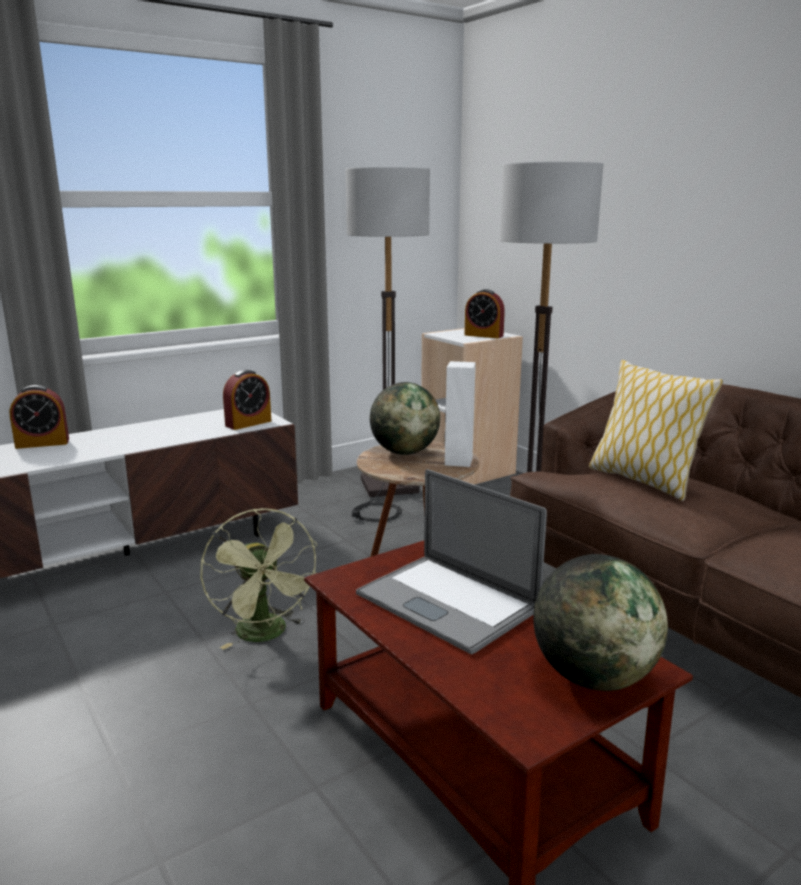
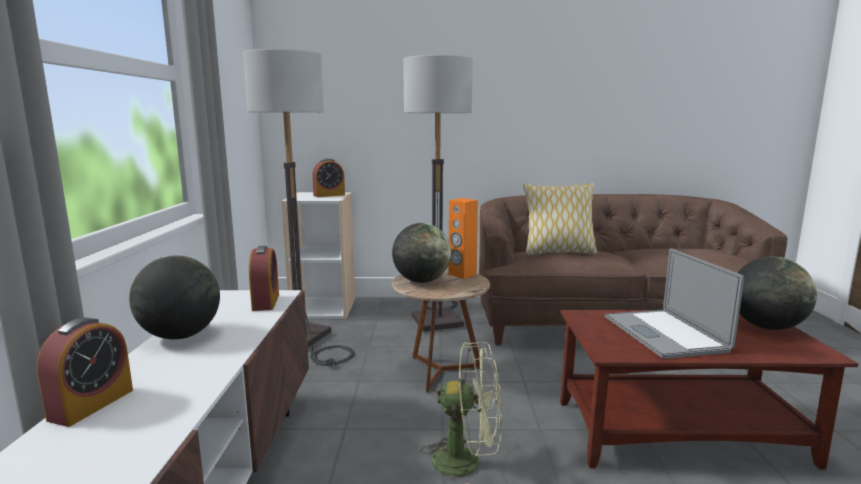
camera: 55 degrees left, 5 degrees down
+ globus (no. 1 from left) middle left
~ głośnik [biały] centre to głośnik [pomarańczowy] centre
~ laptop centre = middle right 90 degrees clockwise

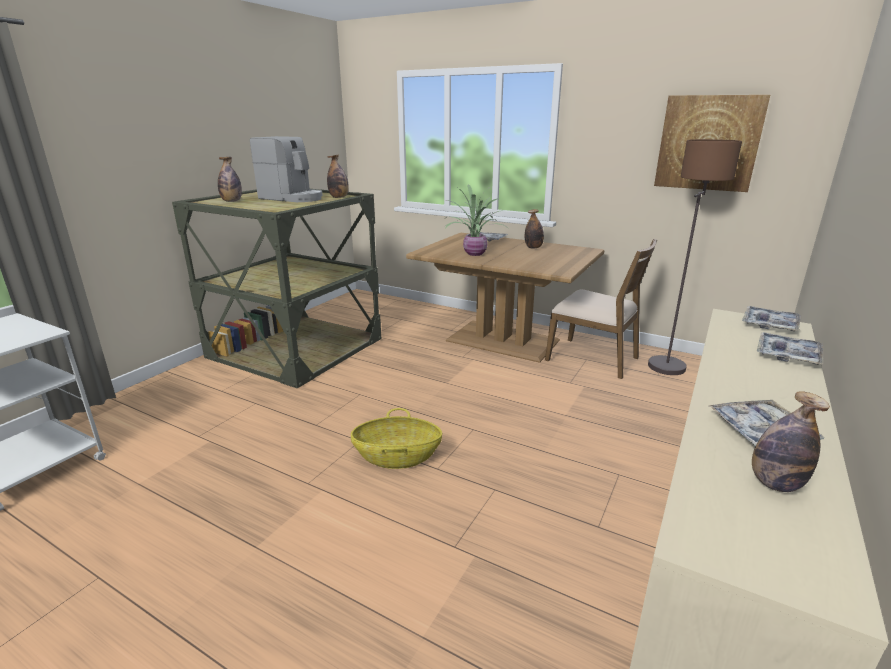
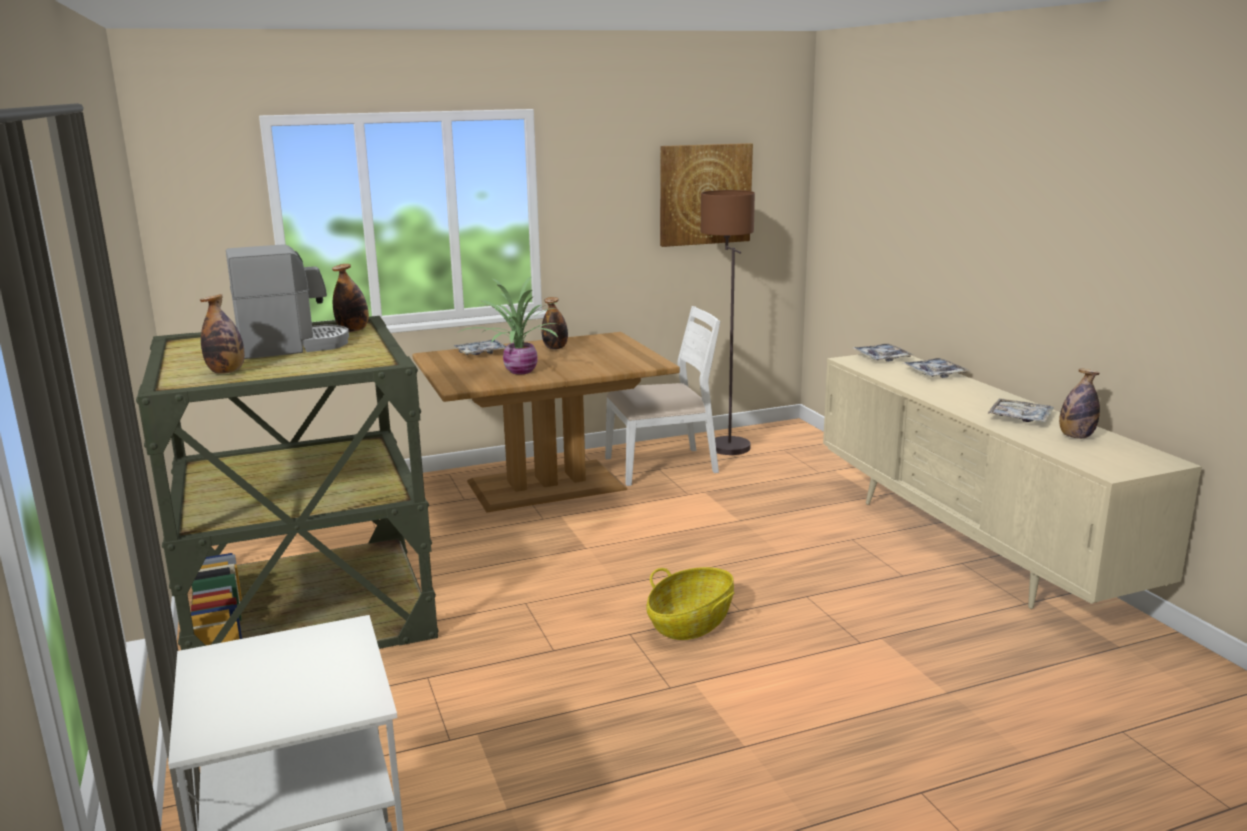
camera: 50 degrees left, 5 degrees down
~ krzesło [brązowy] middle right to krzesło [biały] centre

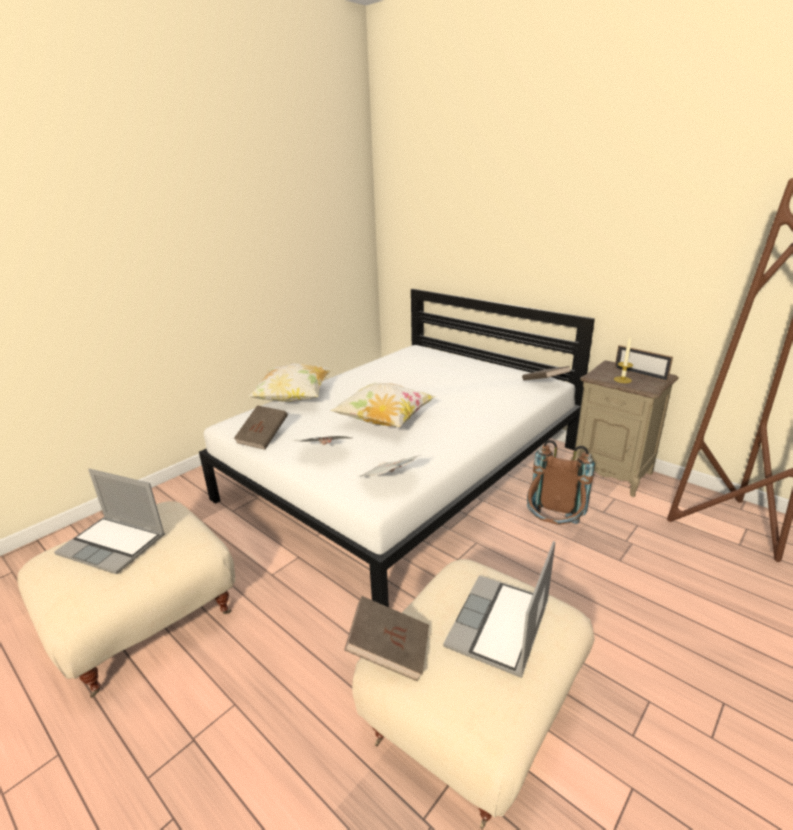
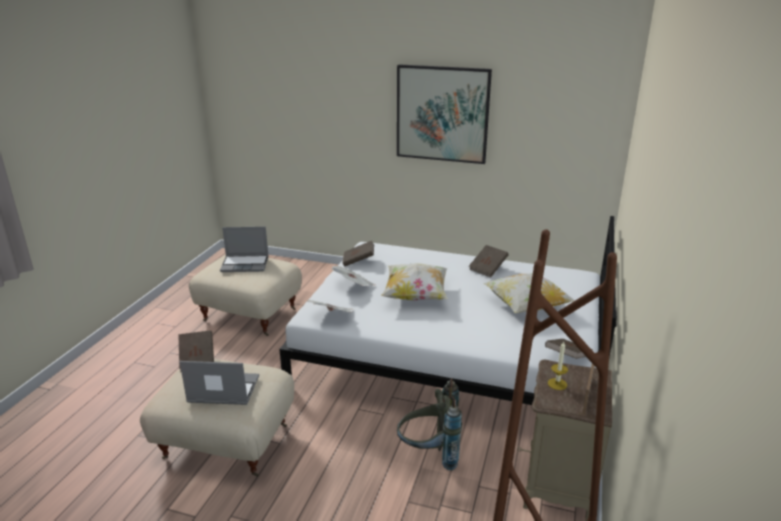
camera: 65 degrees right, 0 degrees up
+ obraz top centre
+ książka [brązowy] (no. 3 from left) centre
~ poduszka (no. 1 from left in the first image) centre to poduszka (no. 2 from left) middle right
~ plecak [brązowy] middle right to plecak [szary] bottom centre
~ laptop (no. 1 from left in the first image) middle left = middle left 90 degrees counterclockwise

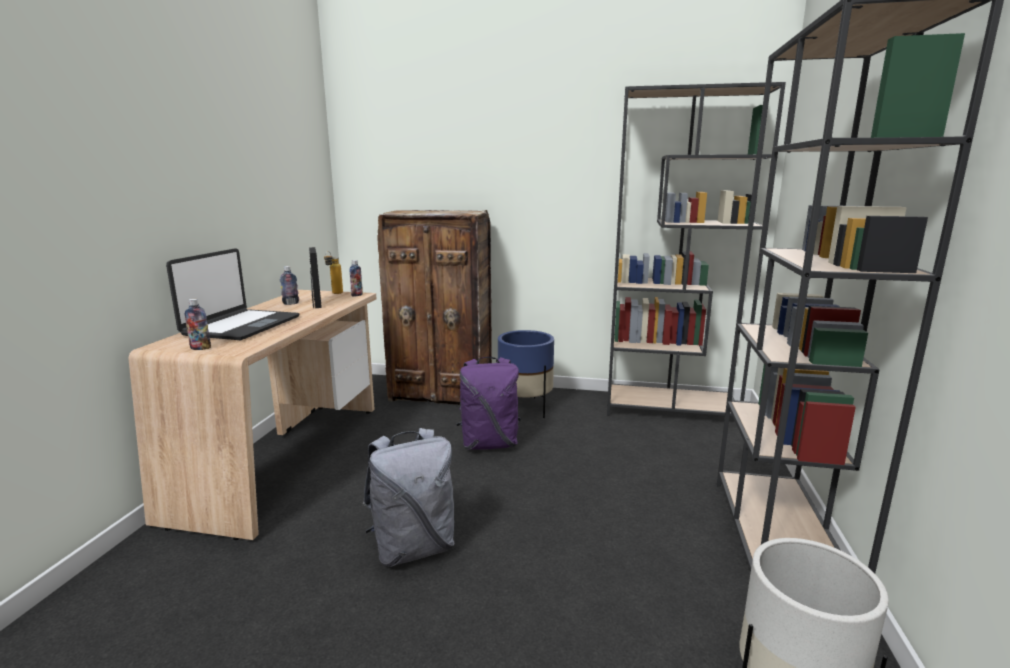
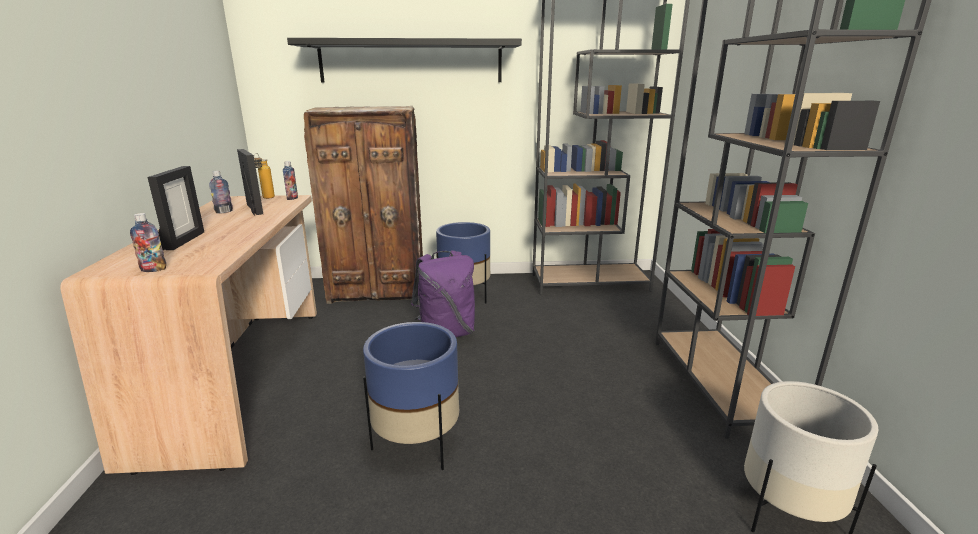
camera: 15 degrees left, 5 degrees up
+ półka [czarny] top centre
~ laptop middle left to ramka na zdjęcie (no. 1 from left) middle left
~ plecak [szary] bottom centre to donica [niebieski] (no. 1 from left) bottom centre

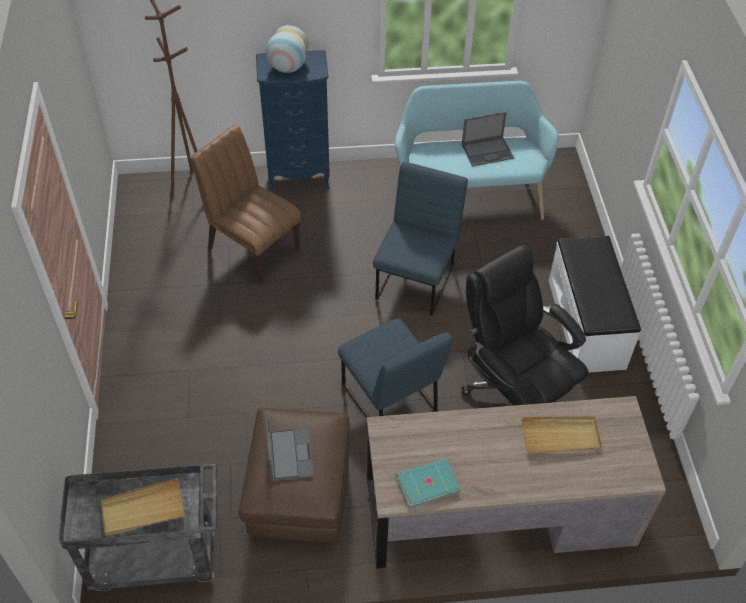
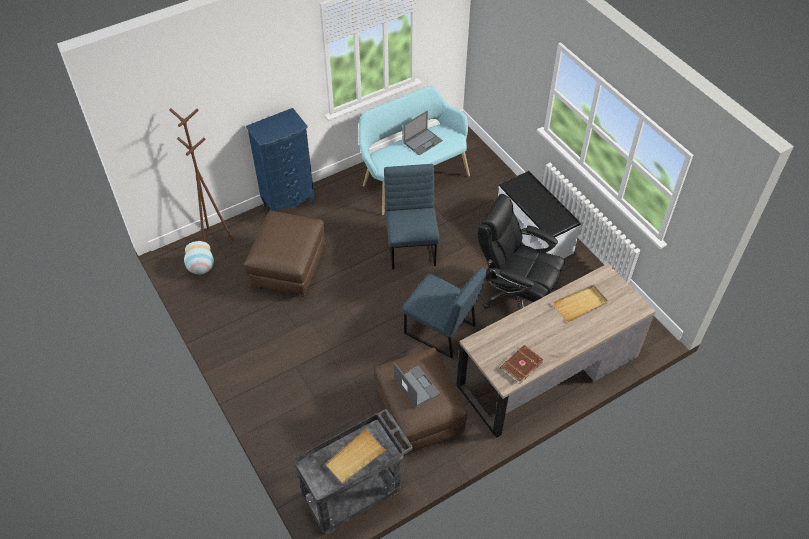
camera: 25 degrees left, 0 degrees up
~ wazon top centre to middle left
~ krzesło [brązowy] middle left to pufa [brązowy] (no. 1 from left) centre
~ książka [turkusowy] bottom centre to książka [brązowy] bottom centre

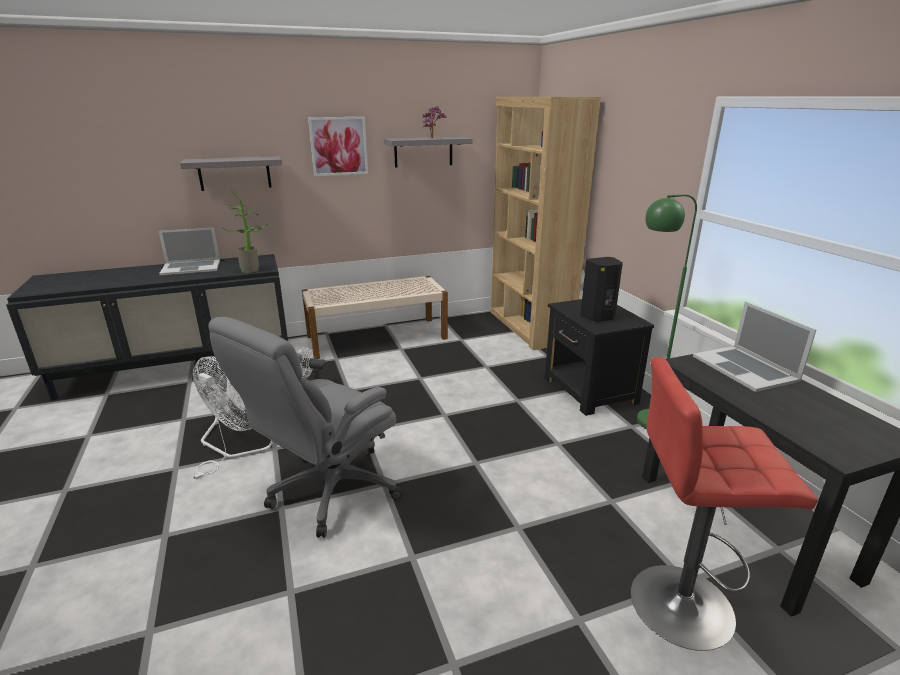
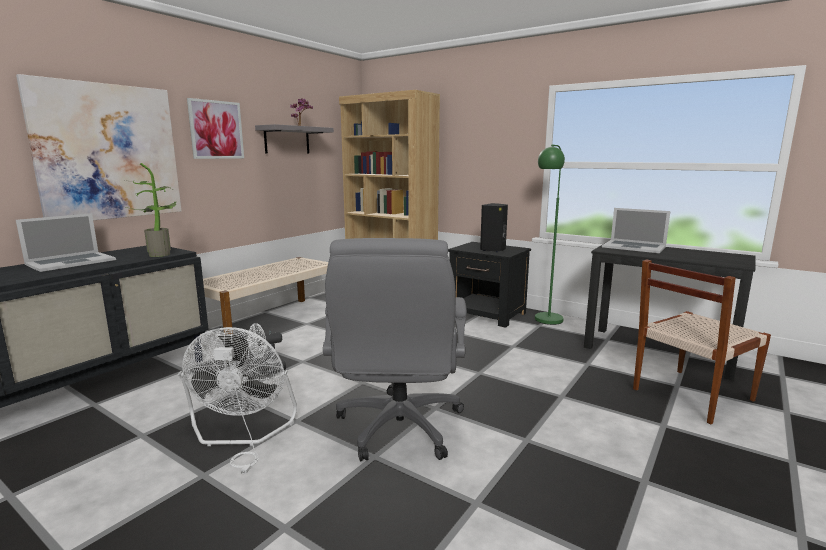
camera: 35 degrees left, 10 degrees down
~ półka [szary] (no. 1 from left) top left to obraz (no. 1 from left) top left
~ stołek [czerwony] bottom right to krzesło middle right

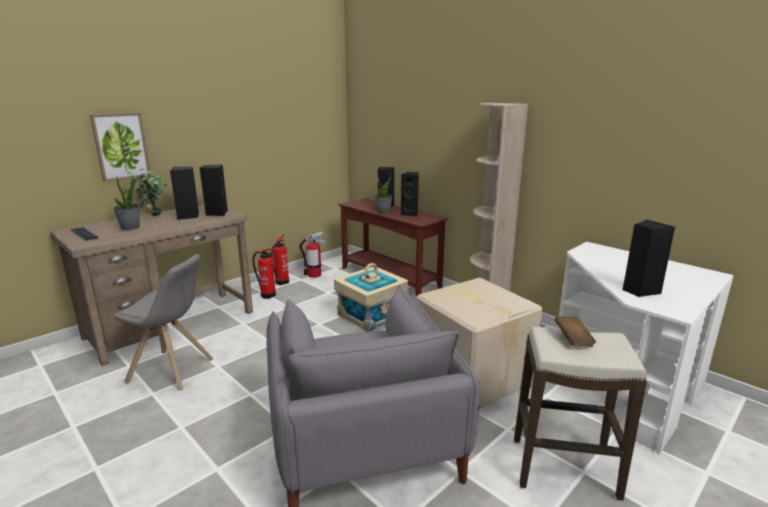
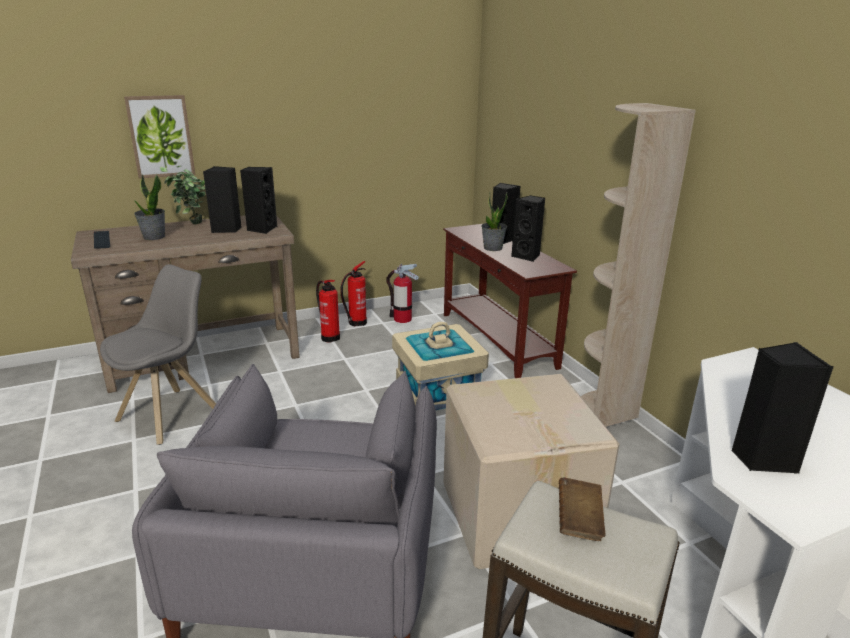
camera: 20 degrees right, 5 degrees up
~ krzesło [szary] middle left = middle left 90 degrees counterclockwise

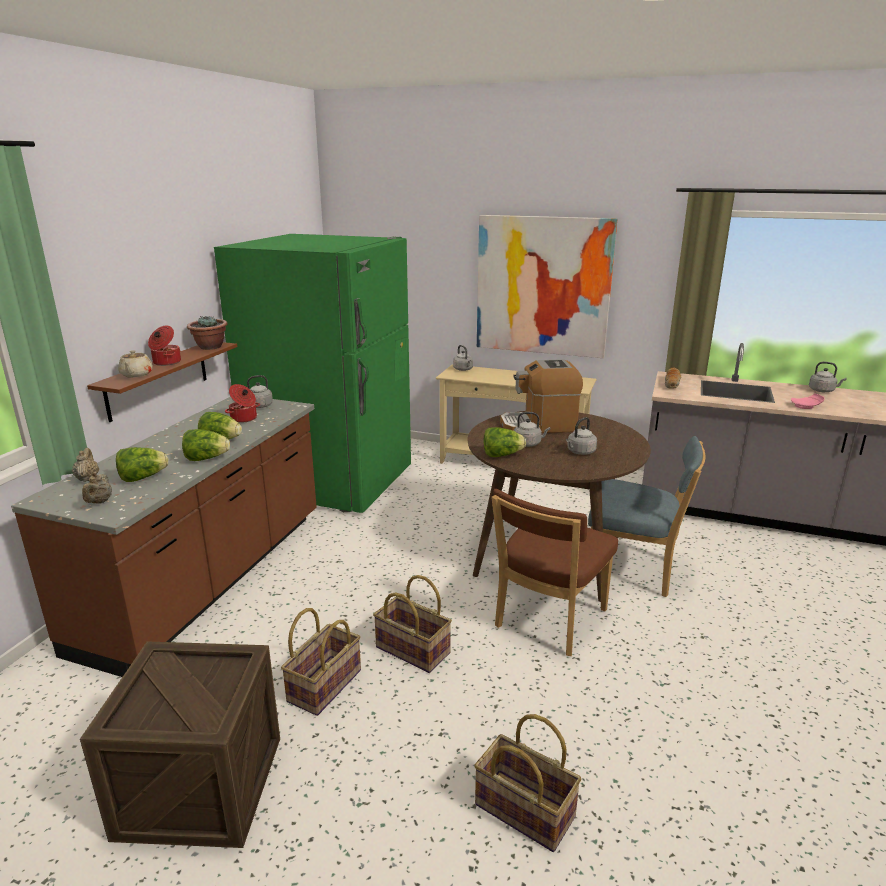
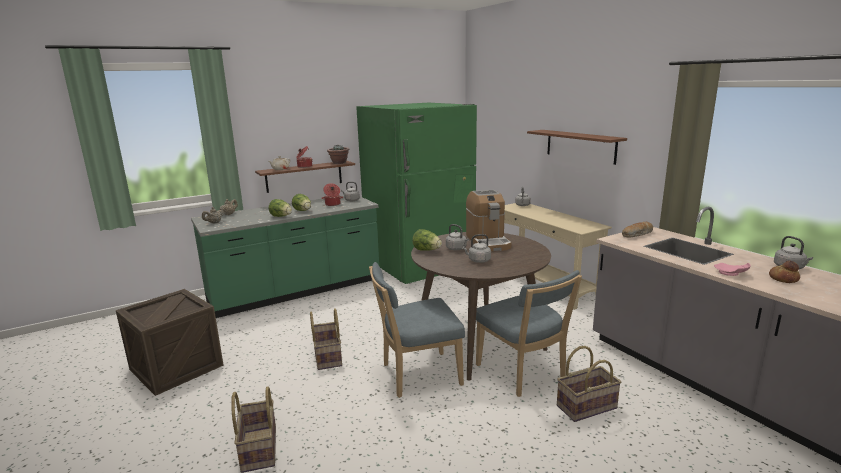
camera: 40 degrees right, 5 degrees down
- sałata (no. 1 from left) middle left
+ chleb (no. 2 from left) middle right
~ koszyk (no. 1 from left in the first image) bottom centre to koszyk (no. 3 from left) bottom right
~ obraz top centre to półka [brązowy] (no. 2 from left) top right
~ zabudowa kuchenna [brązowy] middle left to zabudowa kuchenna [zielony] centre
~ krzesło [brązowy] centre to krzesło [niebieski] (no. 1 from left) bottom centre
~ ekspres do kawy centre = centre 135 degrees counterclockwise

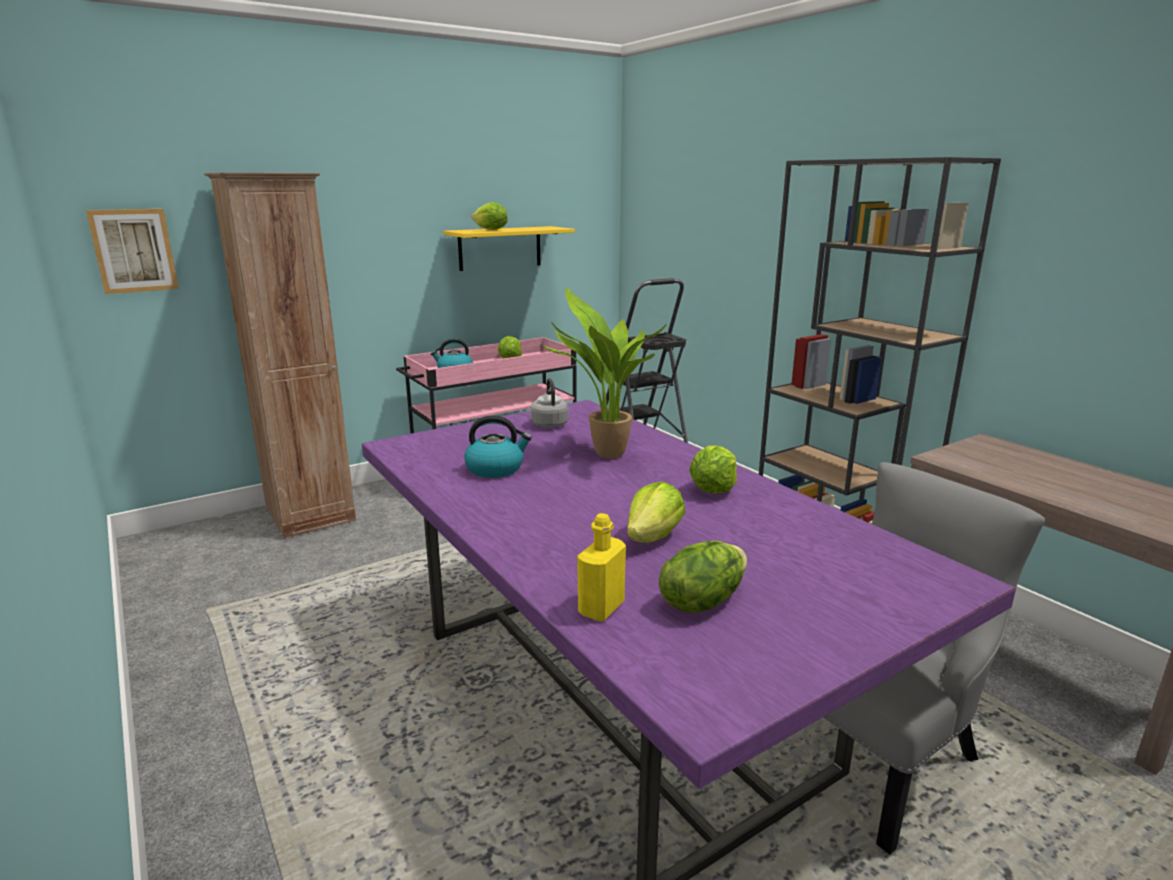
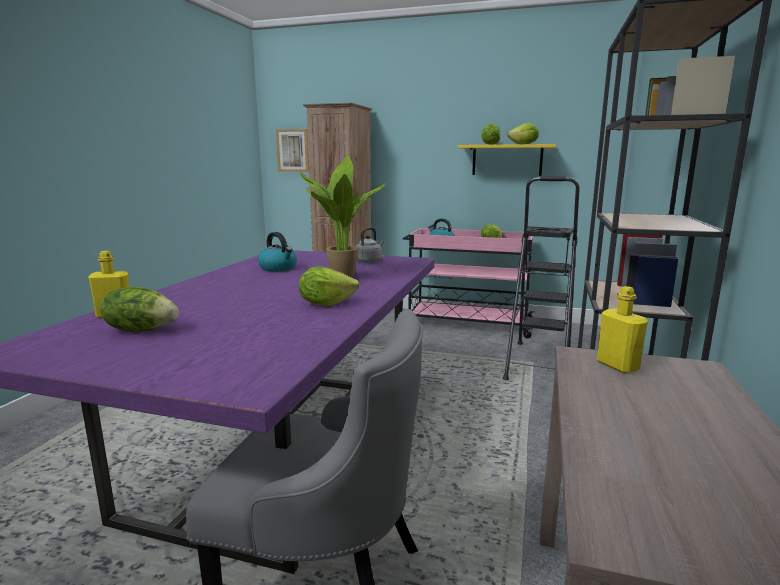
camera: 50 degrees right, 5 degrees down
+ butelka [żółty] (no. 2 from left) middle right
~ sałata (no. 3 from left in the first image) centre to sałata (no. 5 from left) top right

